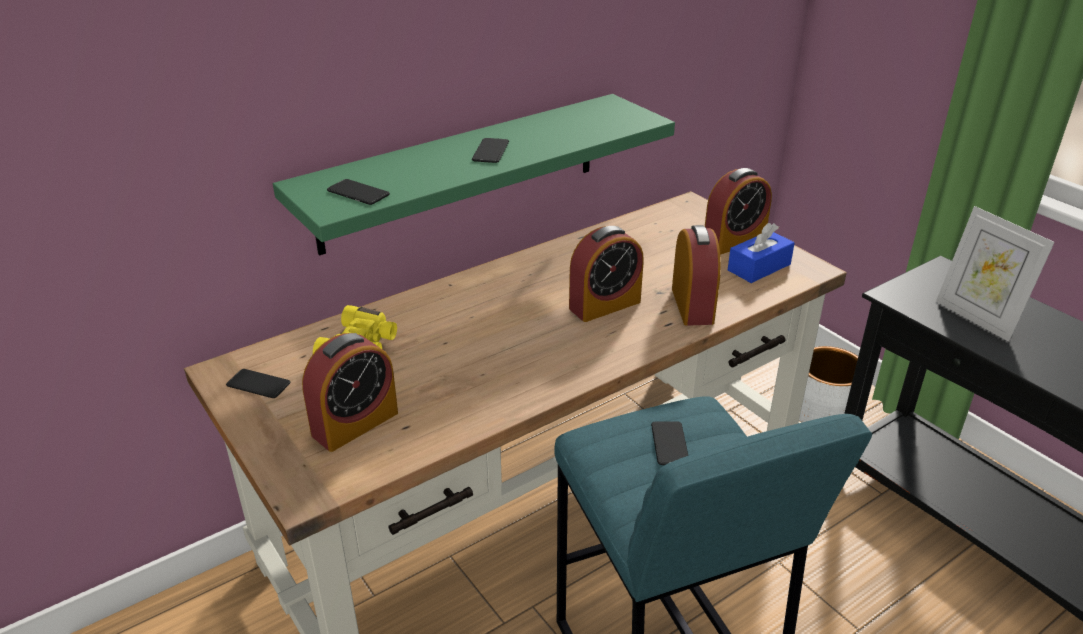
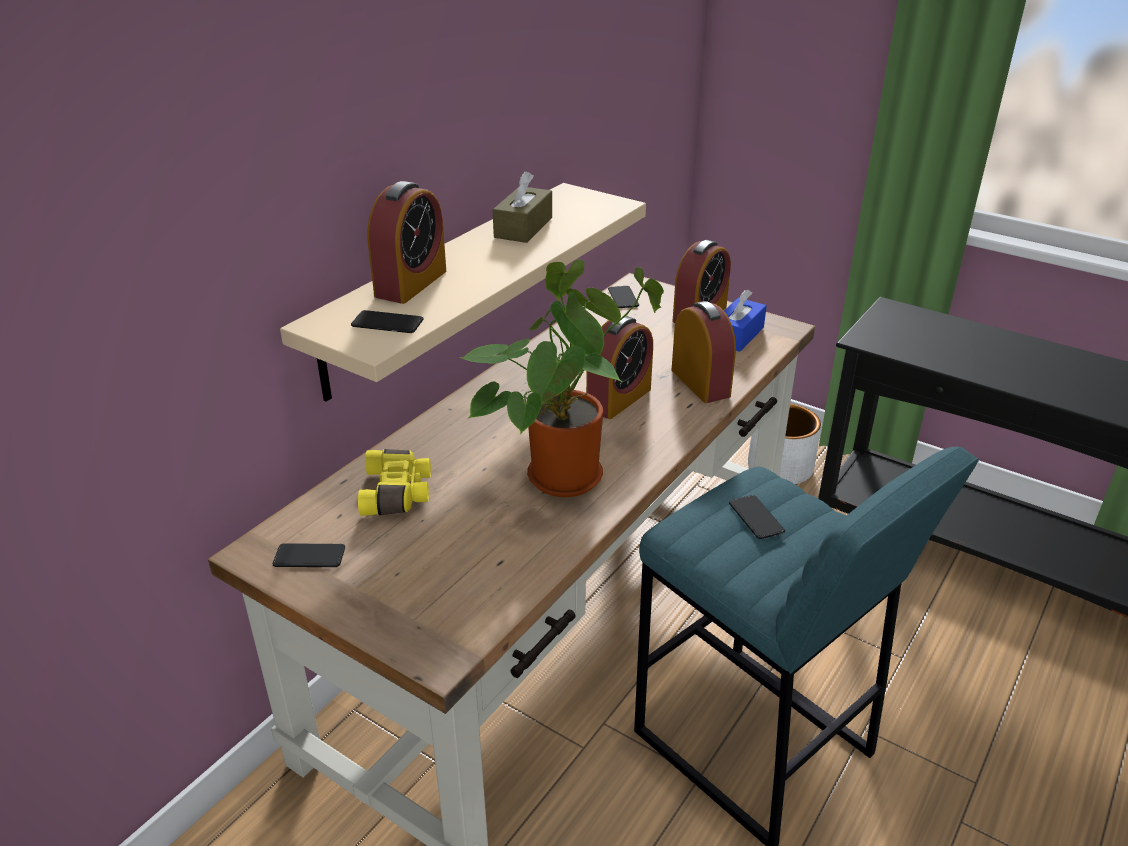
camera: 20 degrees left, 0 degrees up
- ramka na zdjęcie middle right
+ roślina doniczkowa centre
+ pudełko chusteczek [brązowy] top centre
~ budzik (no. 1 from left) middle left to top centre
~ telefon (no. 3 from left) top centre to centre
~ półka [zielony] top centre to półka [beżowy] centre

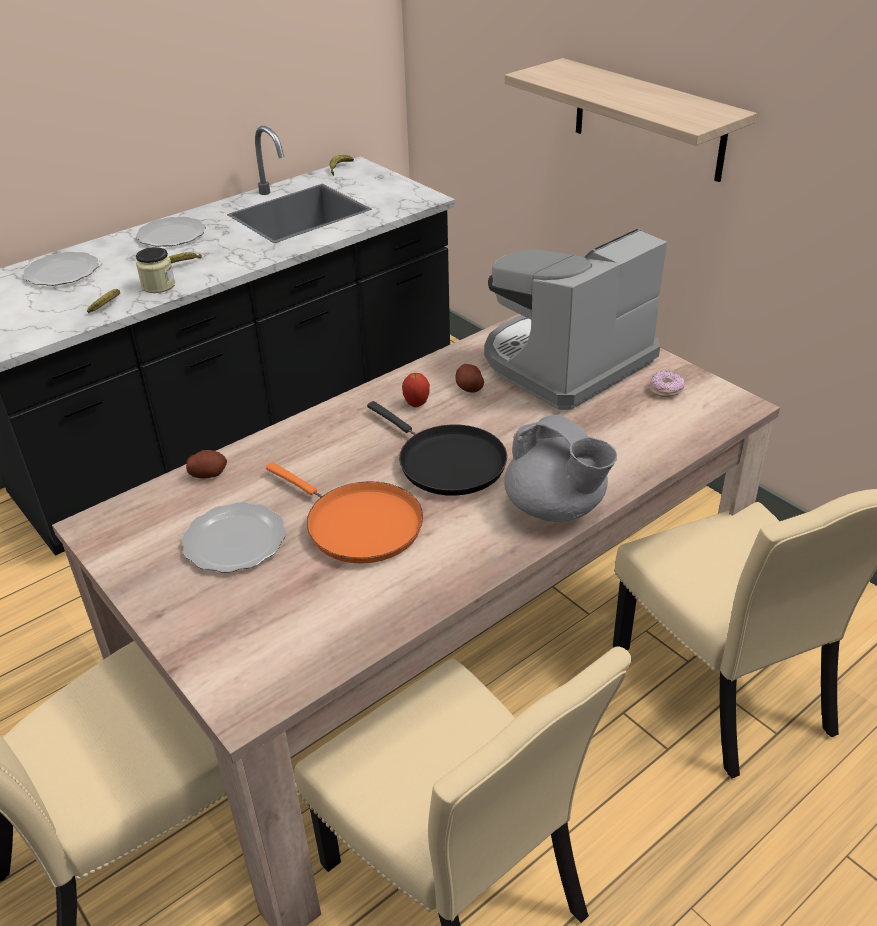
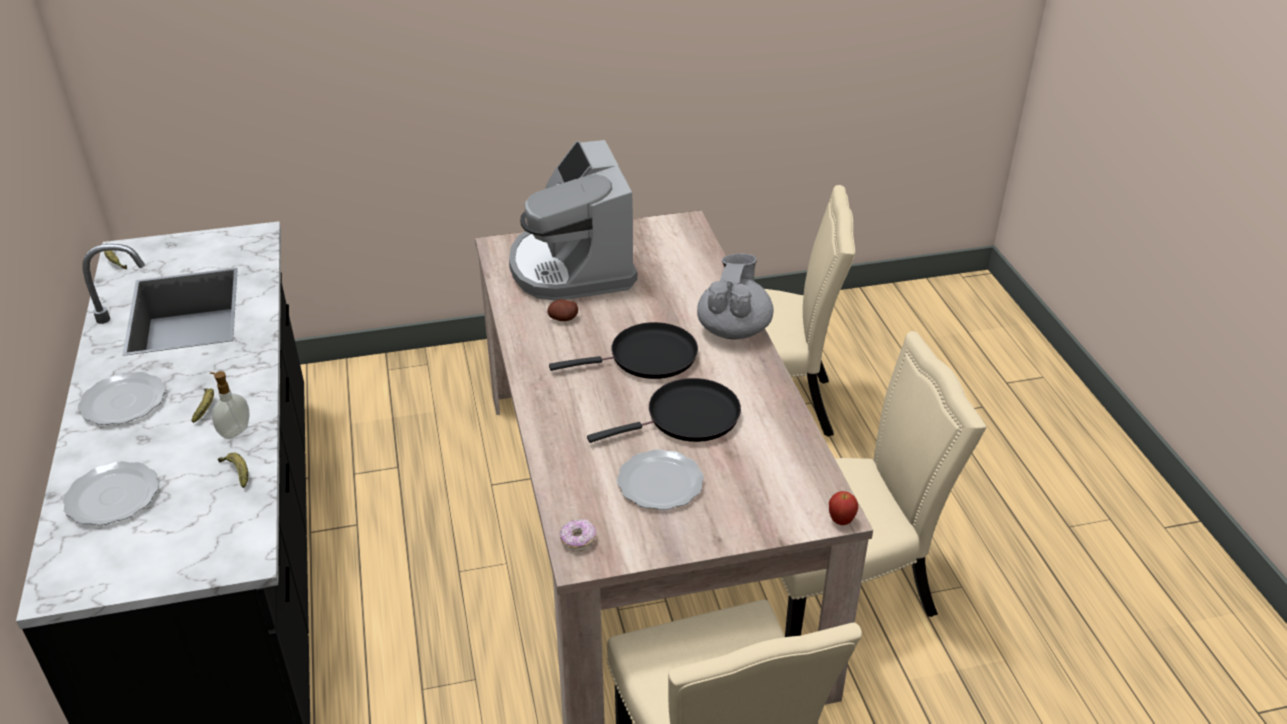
camera: 65 degrees left, 0 degrees up
- ziemniak (no. 1 from left) middle left
- półka top right
~ jabłko centre to bottom centre
~ donut middle right to bottom centre
~ słoik top left to dozownik mydła middle left
~ patelnia [pomarańczowy] centre to patelnia [czarny] (no. 2 from left) centre
~ imbryk [szary] centre = centre 60 degrees counterclockwise

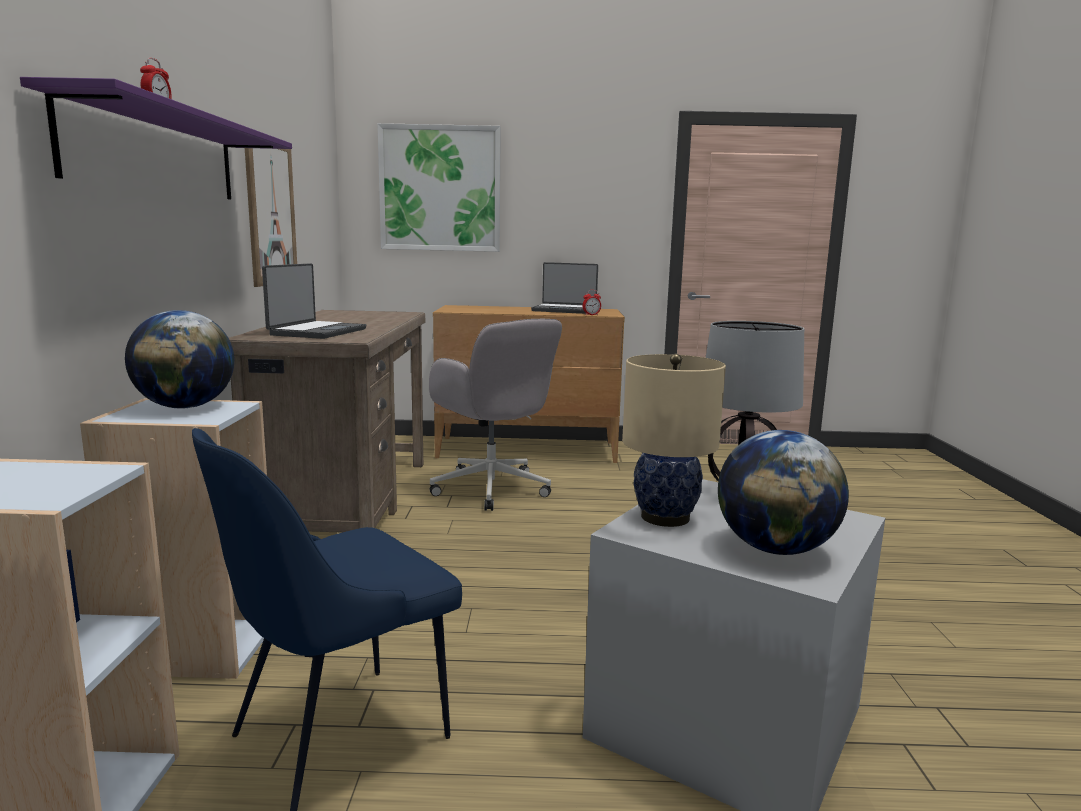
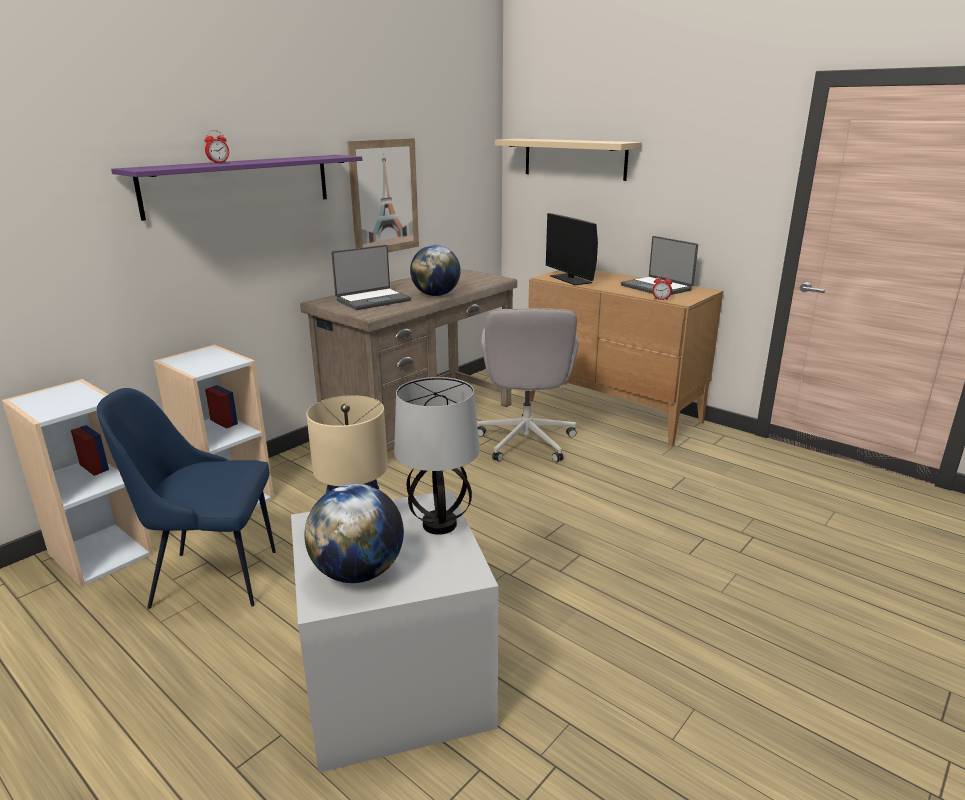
camera: 40 degrees right, 10 degrees up
+ monitor top centre
~ globus (no. 1 from left in the first image) middle left to globus (no. 2 from left) centre
~ obraz (no. 2 from left) top centre to półka [beżowy] top centre

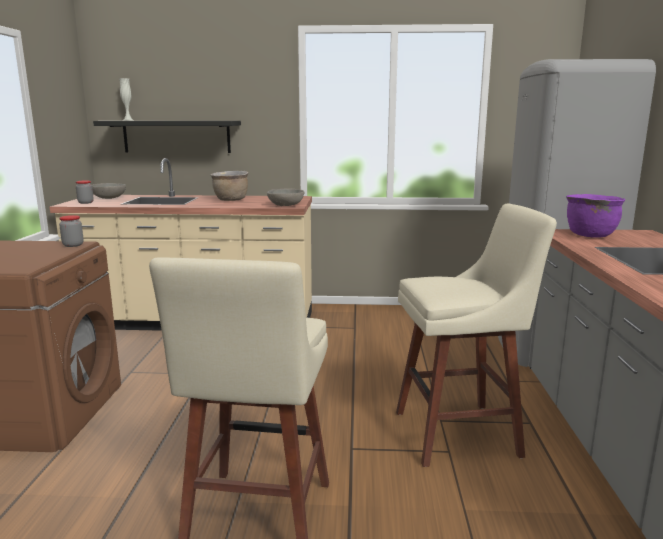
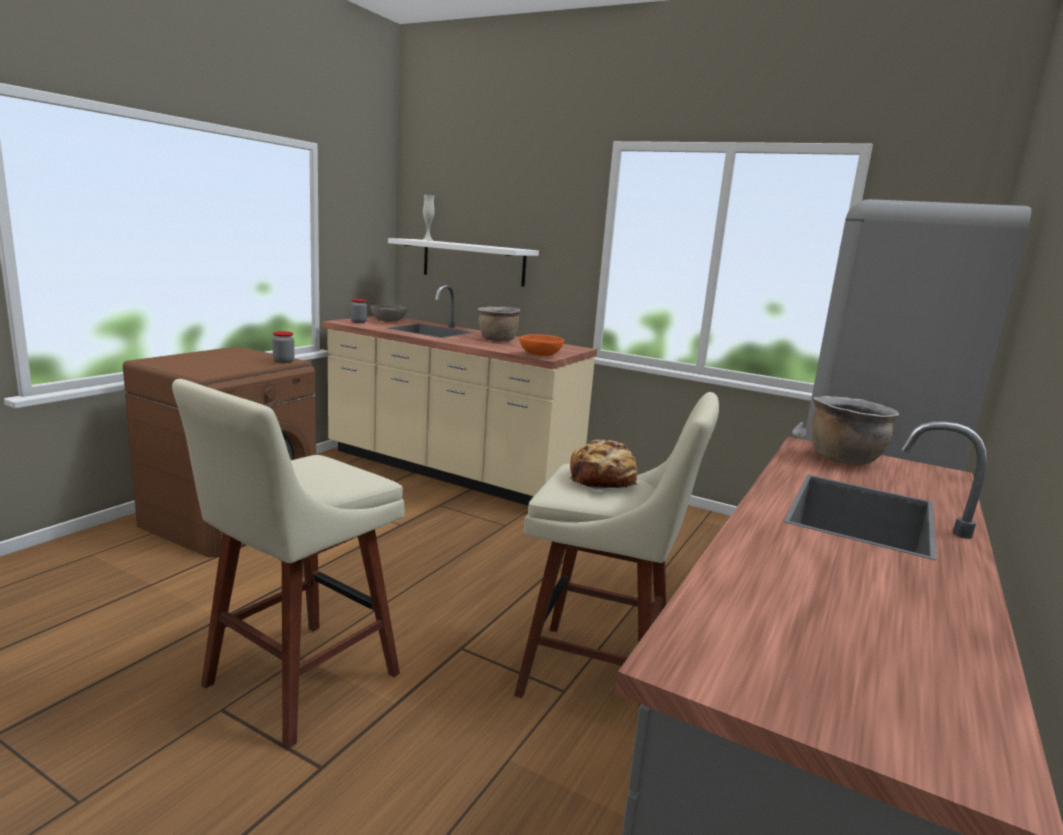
camera: 25 degrees right, 0 degrees up
+ chleb centre
~ półka [czarny] top left to półka [biały] top centre
~ miska [szary] (no. 2 from left) centre to miska [pomarańczowy] centre
~ garnek [fioletowy] middle right to garnek [brązowy] (no. 2 from left) middle right

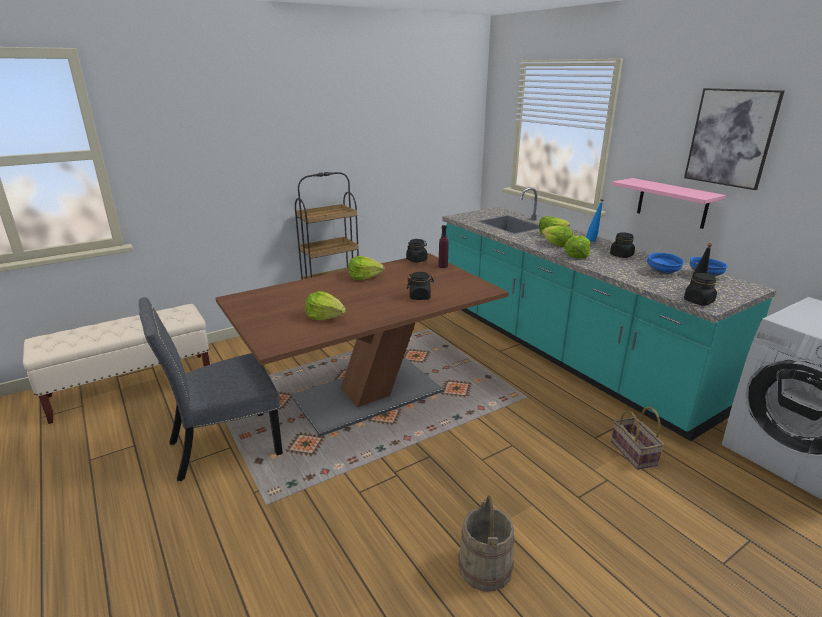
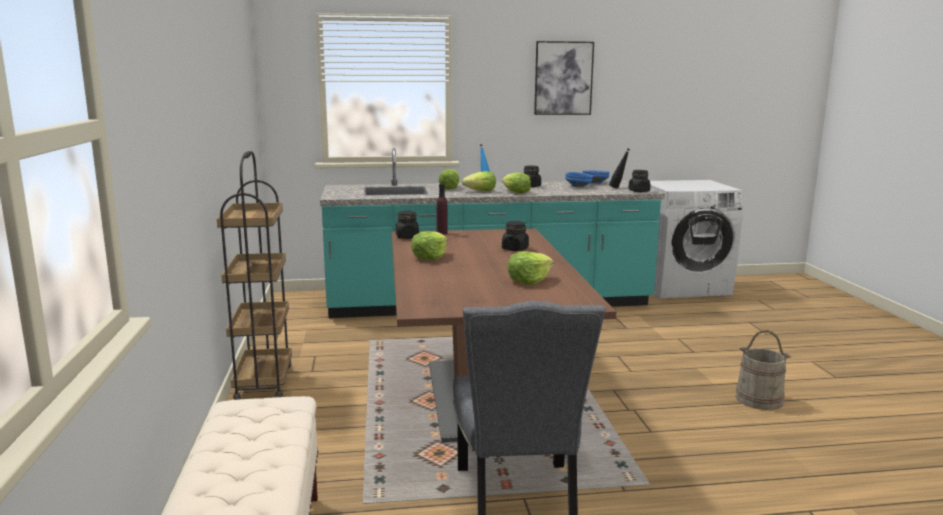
camera: 65 degrees left, 10 degrees down
- półka [różowy] top right
- koszyk bottom right

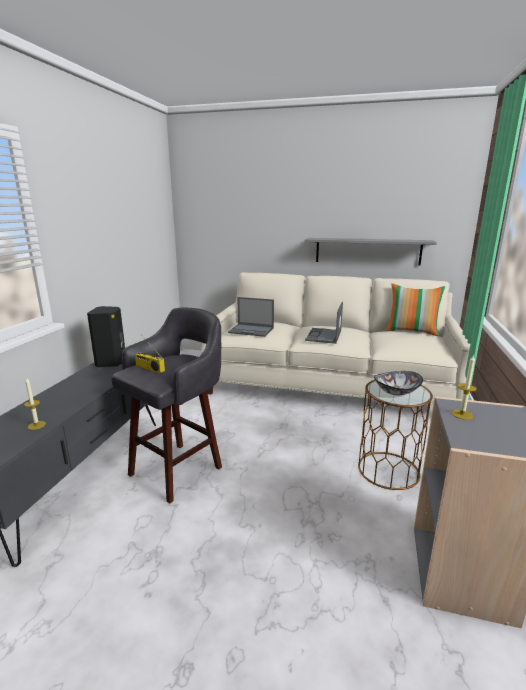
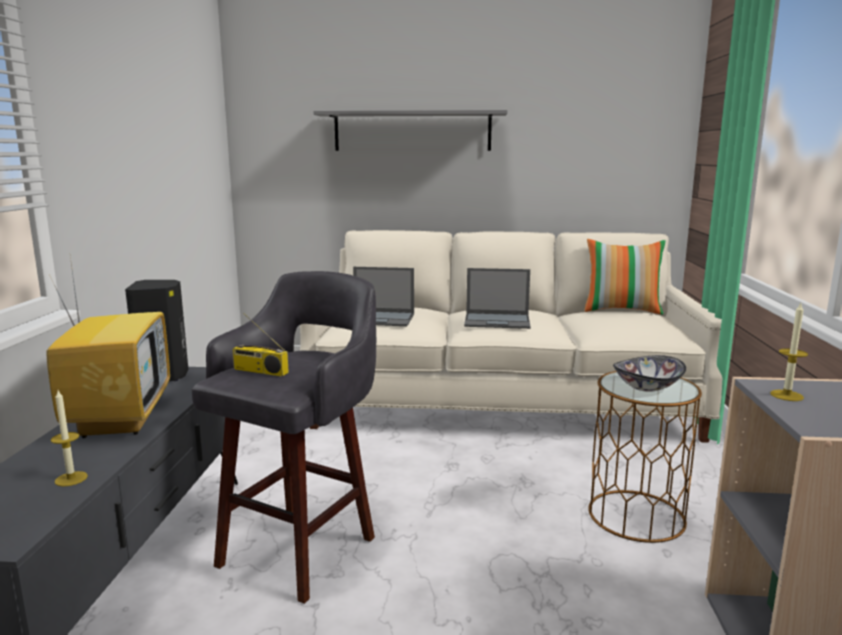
camera: 10 degrees left, 5 degrees down
+ telewizor middle left
~ półka [szary] middle right to top centre
~ laptop (no. 2 from left) centre = centre 90 degrees counterclockwise

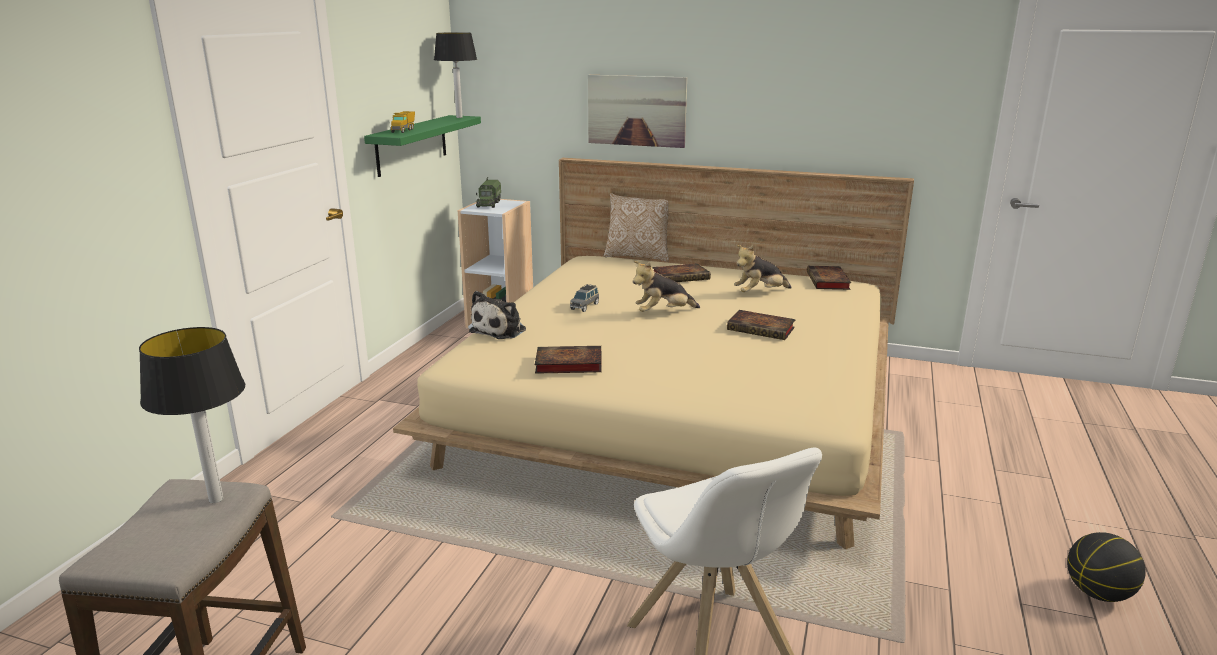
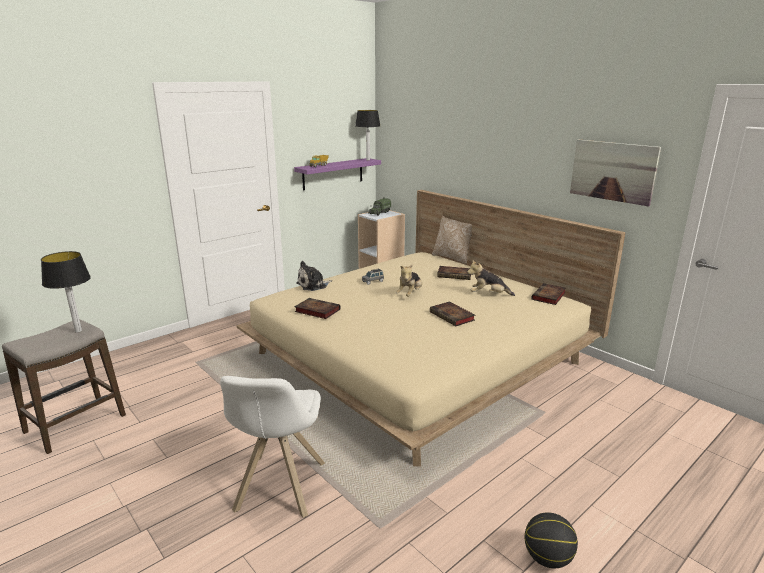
camera: 30 degrees right, 0 degrees up
~ obraz top centre to top right
~ półka [zielony] top centre to półka [fioletowy] top centre
~ pluszak (no. 2 from left) centre = centre 75 degrees counterclockwise

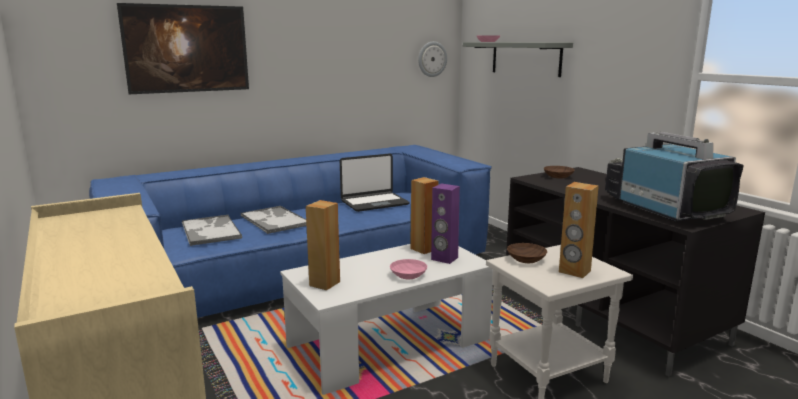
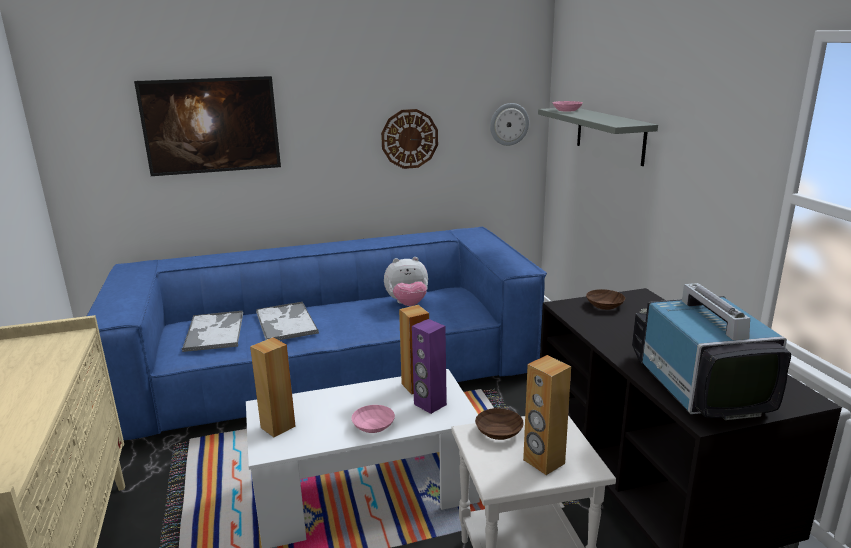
camera: 15 degrees right, 5 degrees up
+ zegar ścienny (no. 1 from left) top centre
~ laptop centre to pluszak centre

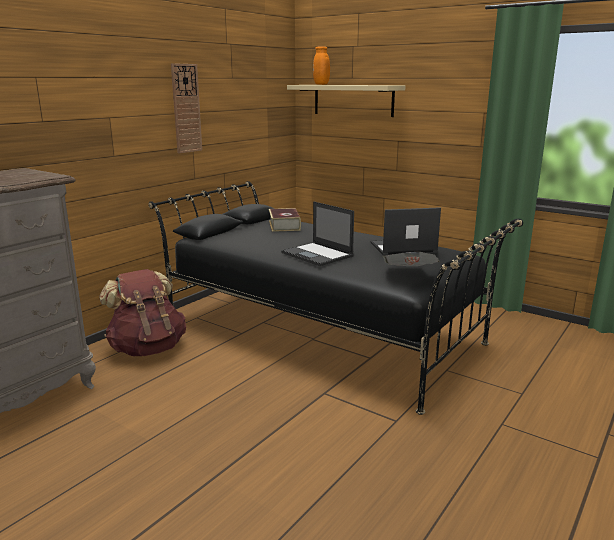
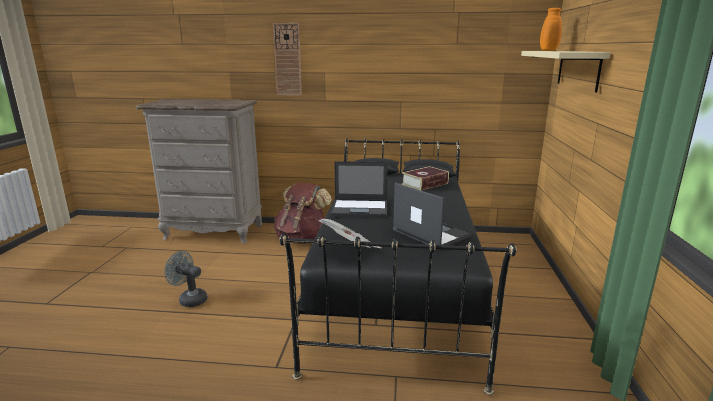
camera: 60 degrees right, 0 degrees up
+ wentylator [szary] bottom left
~ zegar ścienny top left to top centre
~ laptop (no. 1 from left) centre = centre 105 degrees counterclockwise

